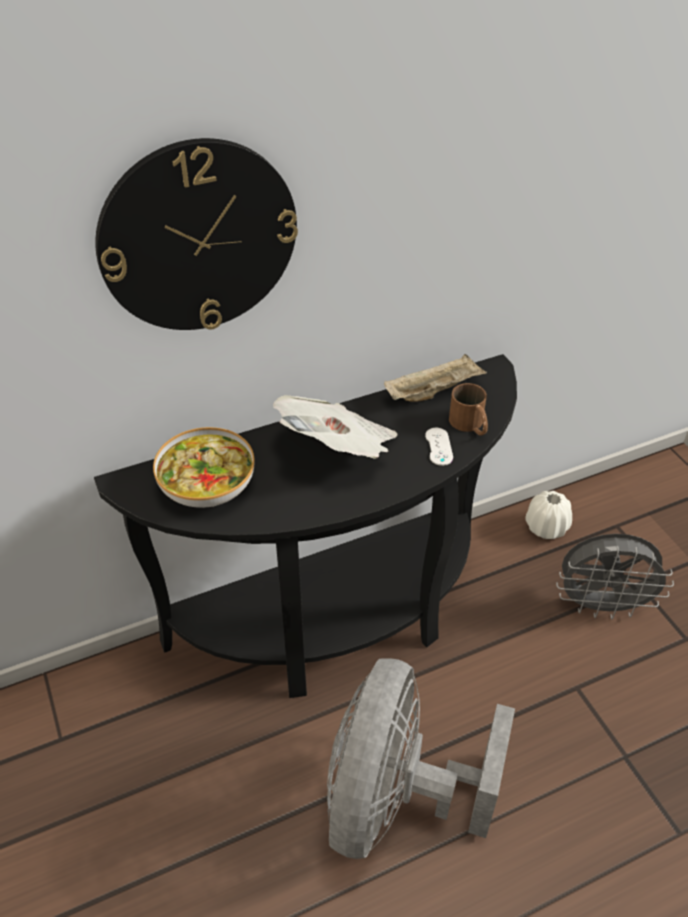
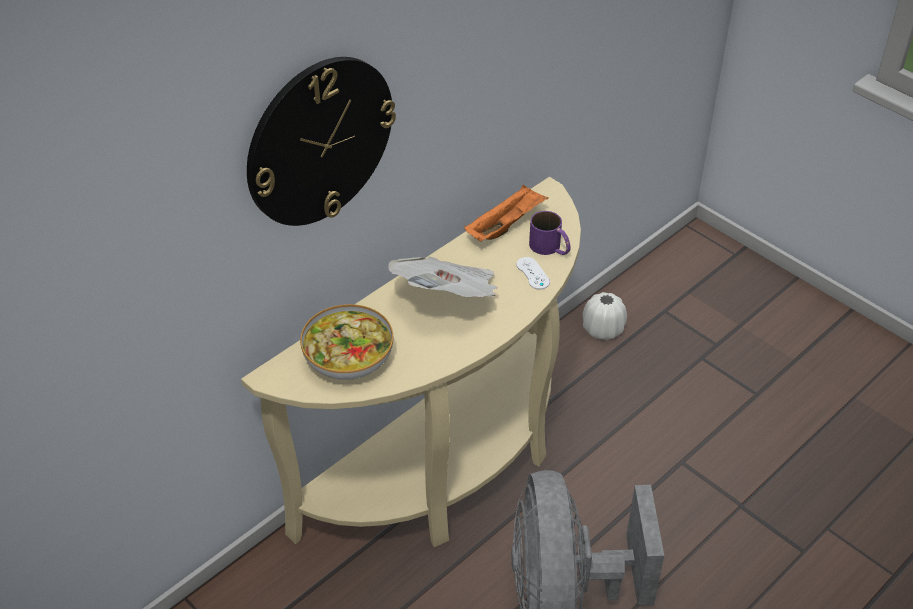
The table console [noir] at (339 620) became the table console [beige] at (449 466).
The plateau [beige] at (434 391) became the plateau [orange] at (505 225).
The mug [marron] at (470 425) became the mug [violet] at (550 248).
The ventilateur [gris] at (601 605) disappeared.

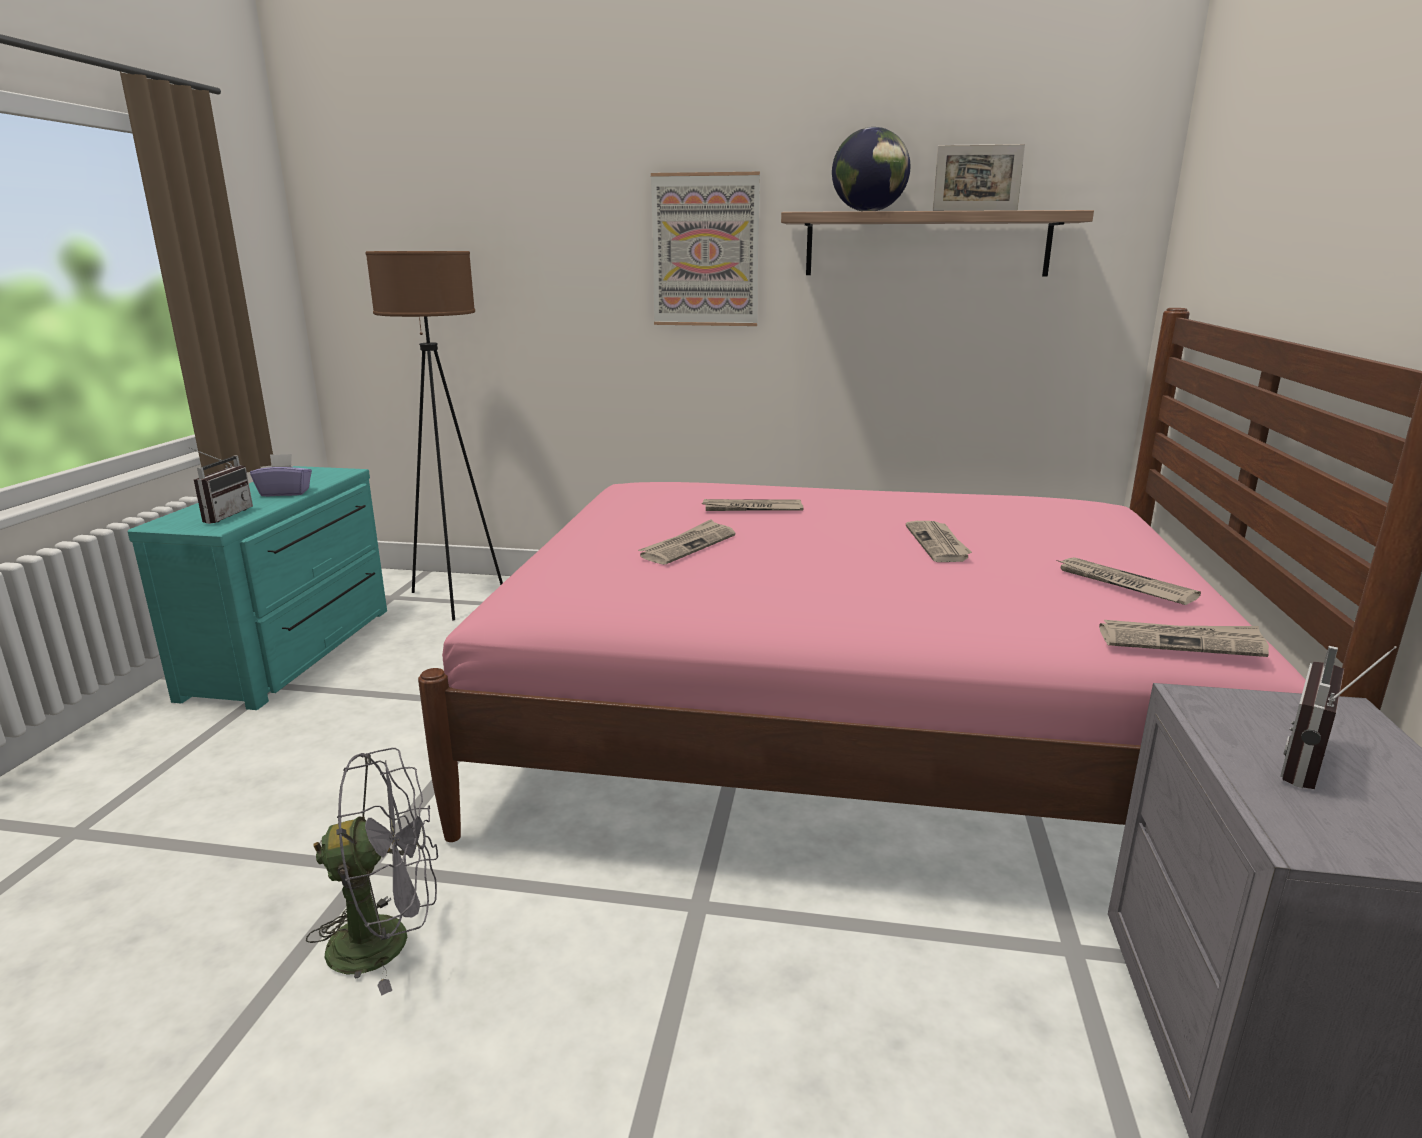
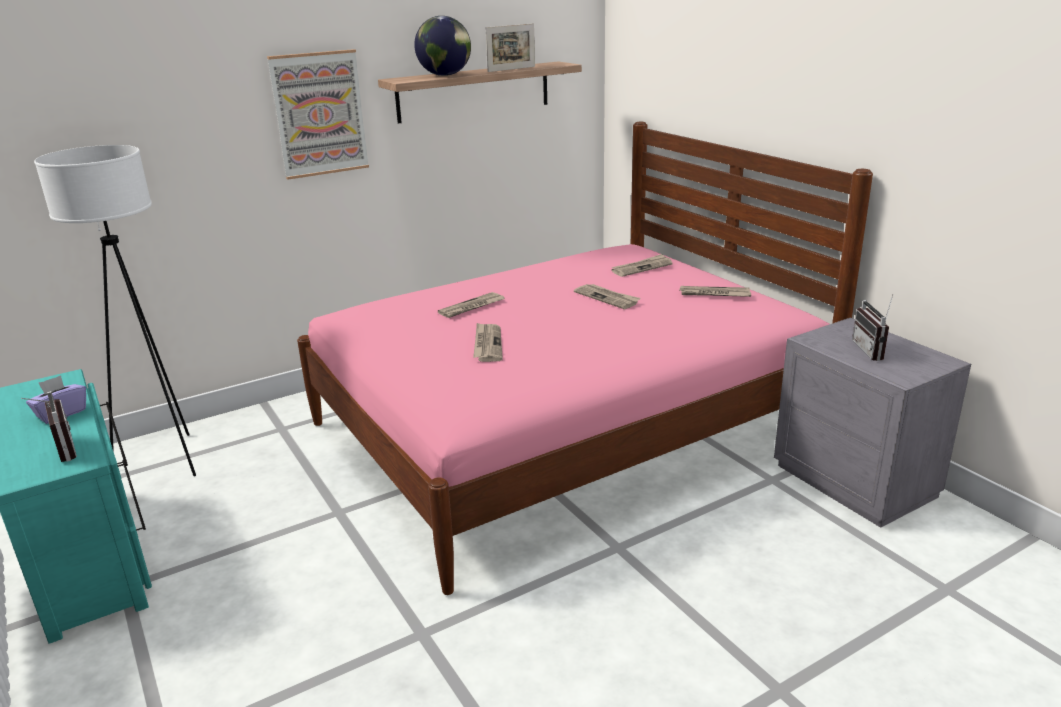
The lampadaire [marron] at (456 599) became the lampadaire [blanc] at (166 460).
The journal moved from (1181 642) to (642 267).
The ventilateur [gris] at (387 940) disappeared.

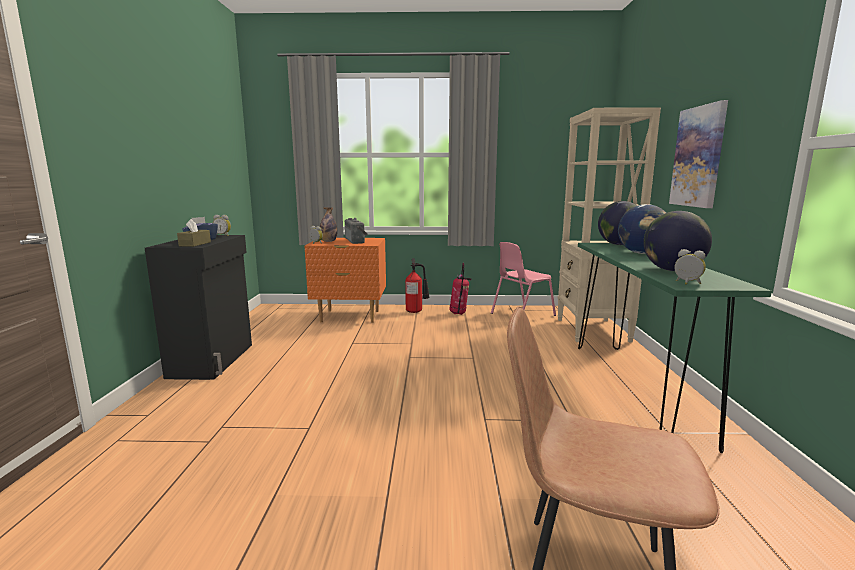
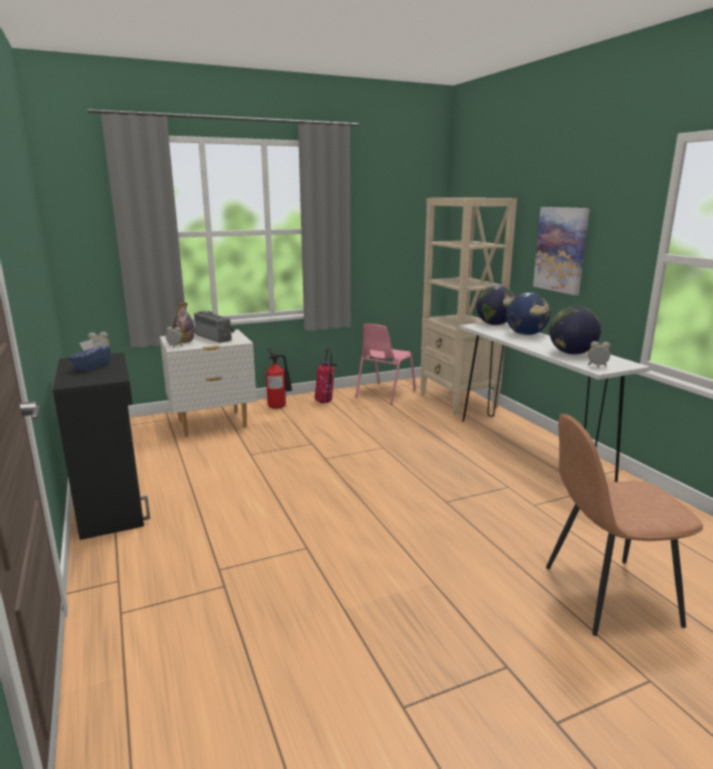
The table de chevet [orange] at (350 316) became the table de chevet [blanc] at (212 424).
The table console [vert] at (634 389) became the table console [blanc] at (530 450).
The boîte à mouchoirs [marron] at (195 244) disappeared.

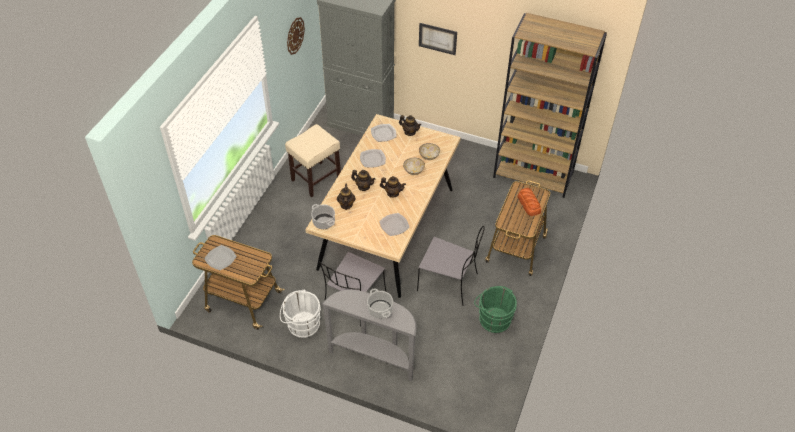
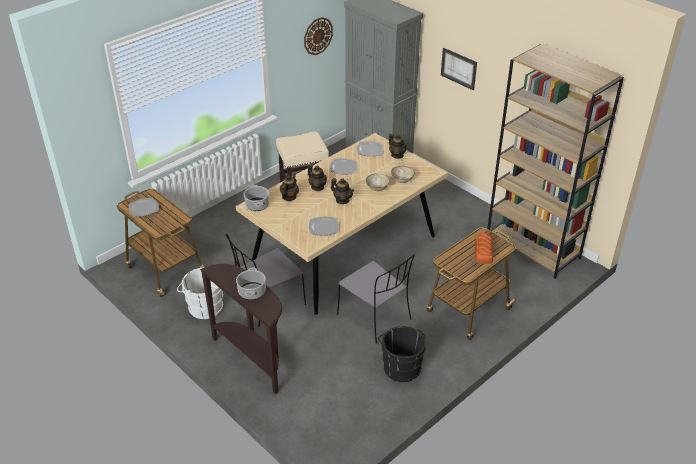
The table console [gris] at (374 357) became the table console [marron] at (253 358).
The seau [vert] at (493 319) became the seau [noir] at (401 366).

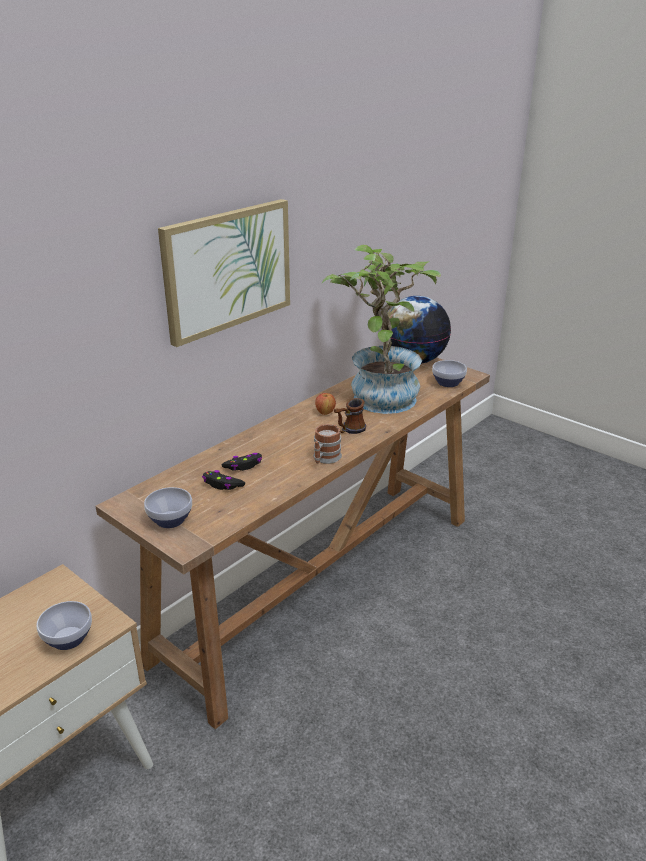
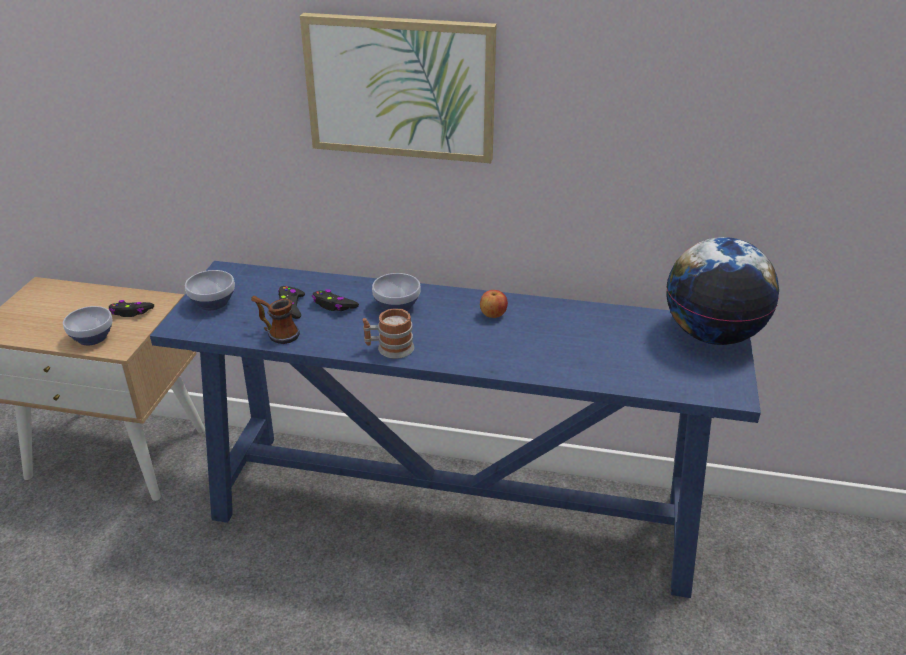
The manette [noir] at (131 312) appeared.
The table console [marron] at (324 583) became the table console [bleu] at (455 510).
The mug moved from (349 430) to (277 333).
The bol moved from (449 383) to (398 306).
The plante en pot at (379 394) disappeared.

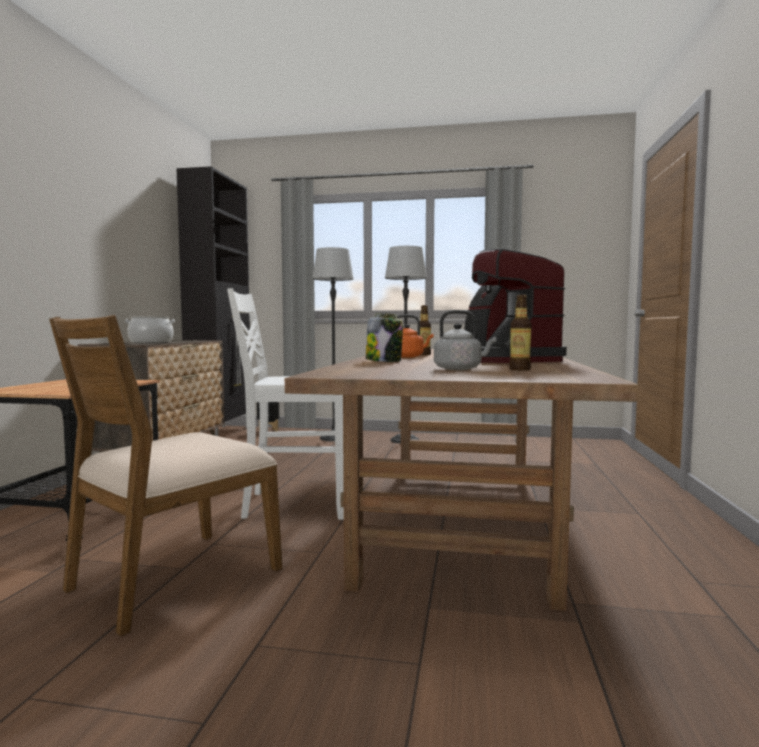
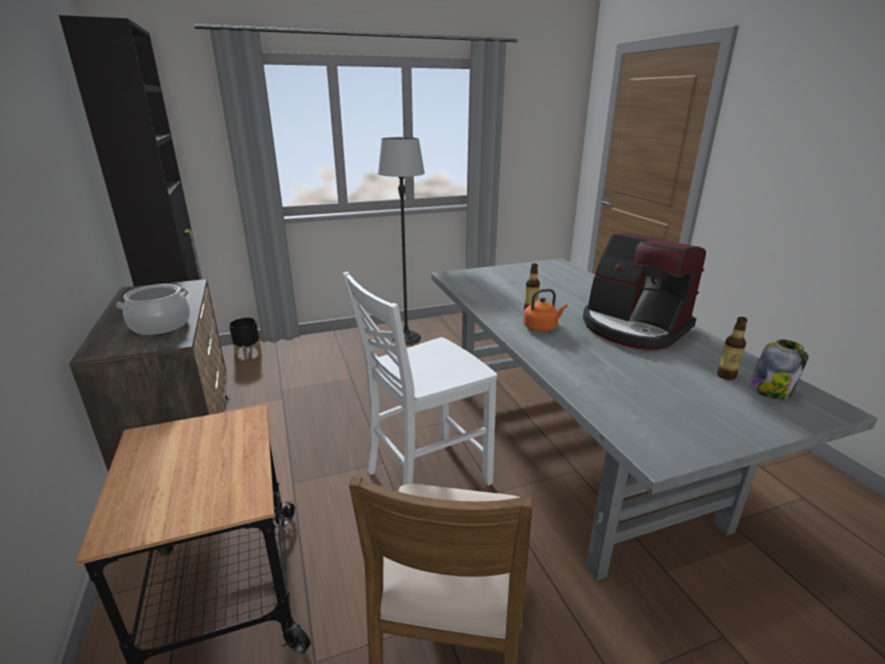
The table à manger [marron] at (457 519) became the table à manger [gris] at (570 448).
The bocal moved from (384 361) to (770 390).
The lampadaire at (334 438) disappeared.
The bouilloire [gris] at (460 369) disappeared.

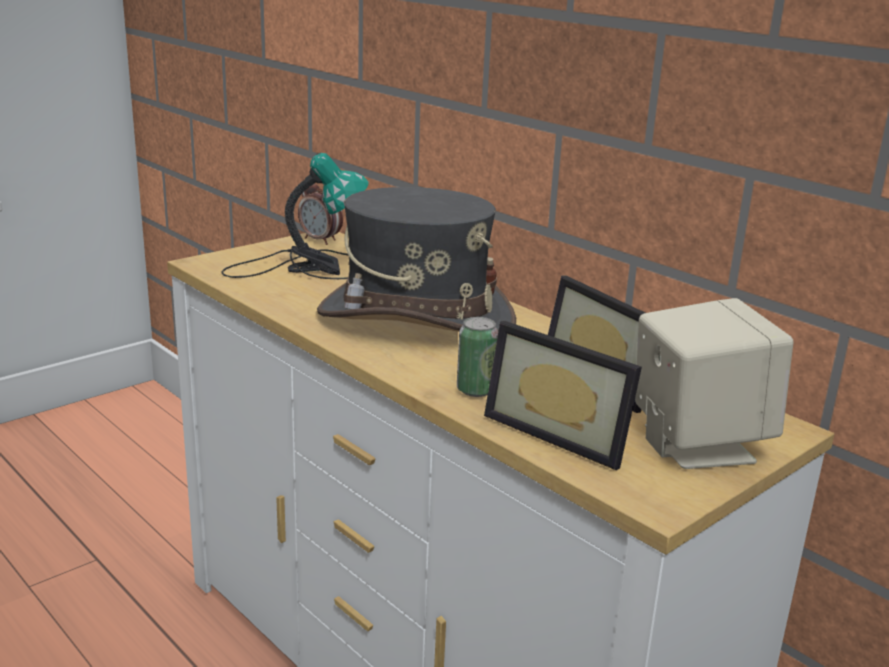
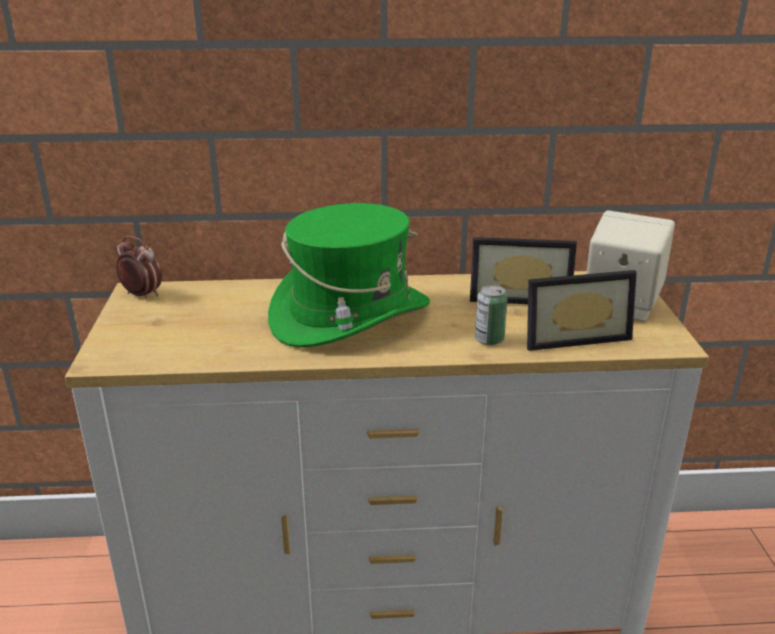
The réveil at (321 240) turned 135 degrees counterclockwise.
The chapeau [gris] at (415 317) became the chapeau [vert] at (350 316).
The lampe de table at (308 267) disappeared.

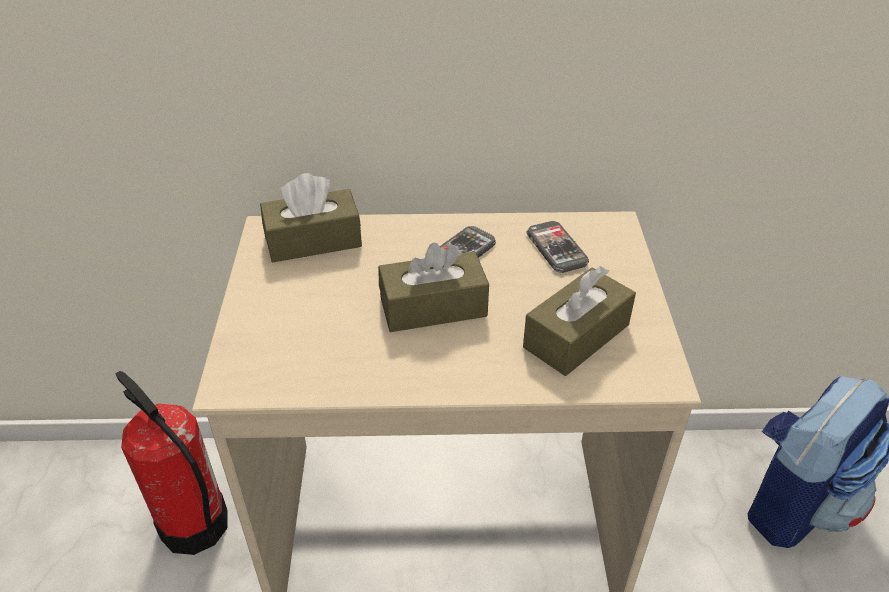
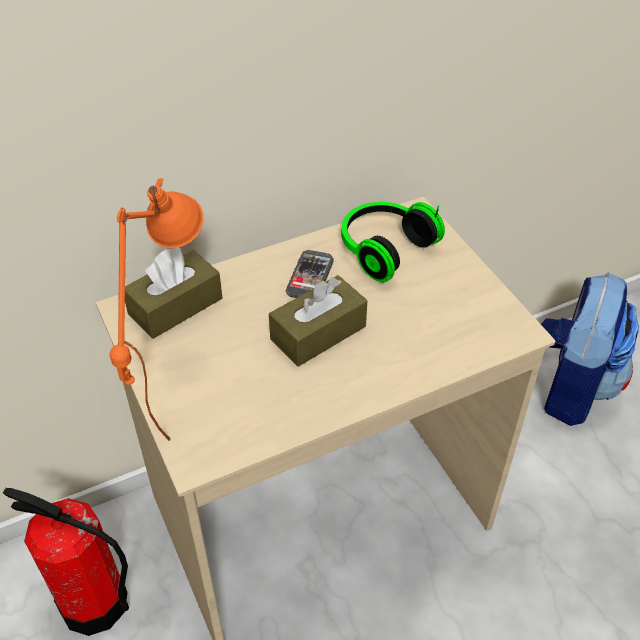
The lampe de table [orange] at (173 391) appeared.
The téléphone at (556 248) was replaced by the casque audio at (383 249).
The boîte à mouchoirs [marron] at (576 336) disappeared.

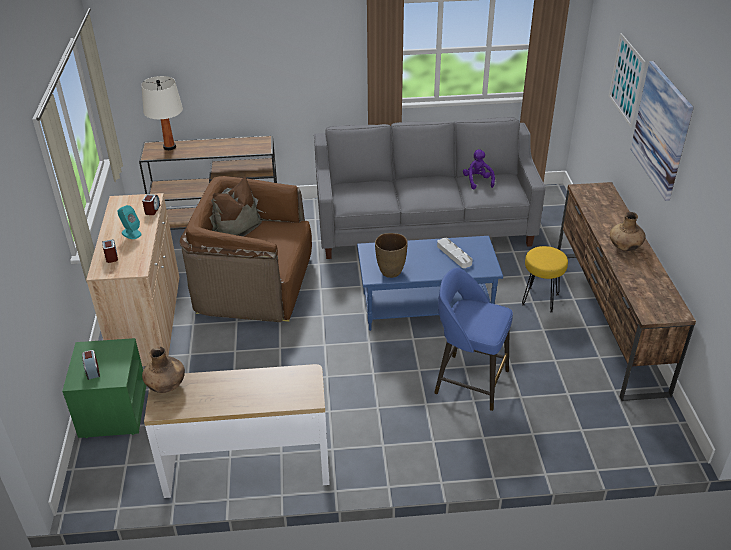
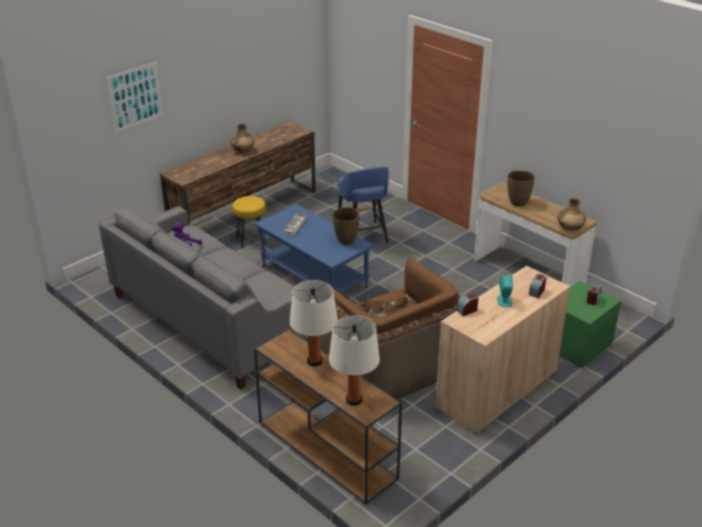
The lampe de table [blanc] at (314 361) appeared.
The vase [marron] at (518 202) appeared.
The tableau at (661 130) disappeared.

